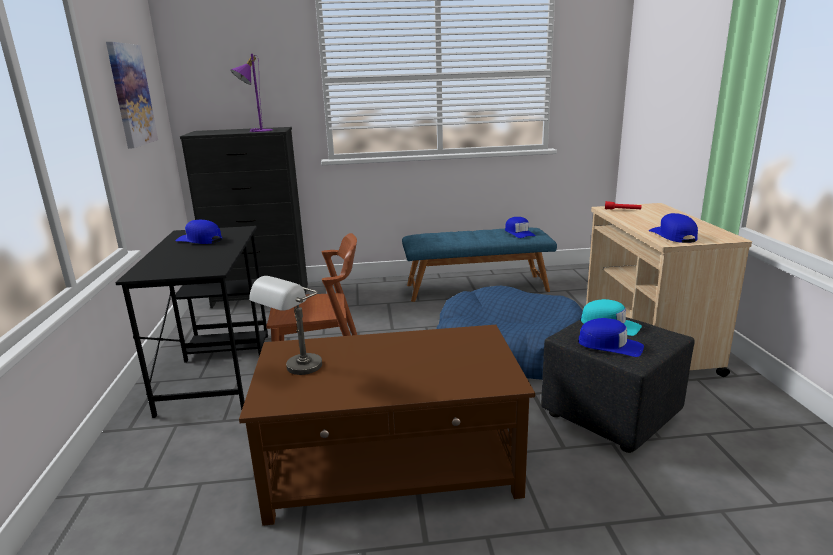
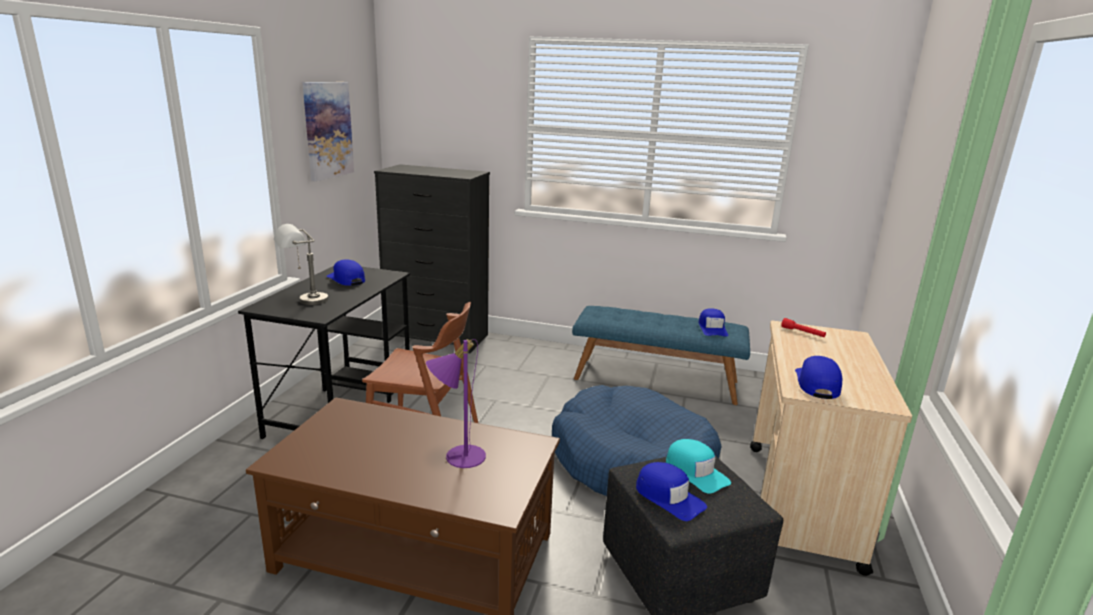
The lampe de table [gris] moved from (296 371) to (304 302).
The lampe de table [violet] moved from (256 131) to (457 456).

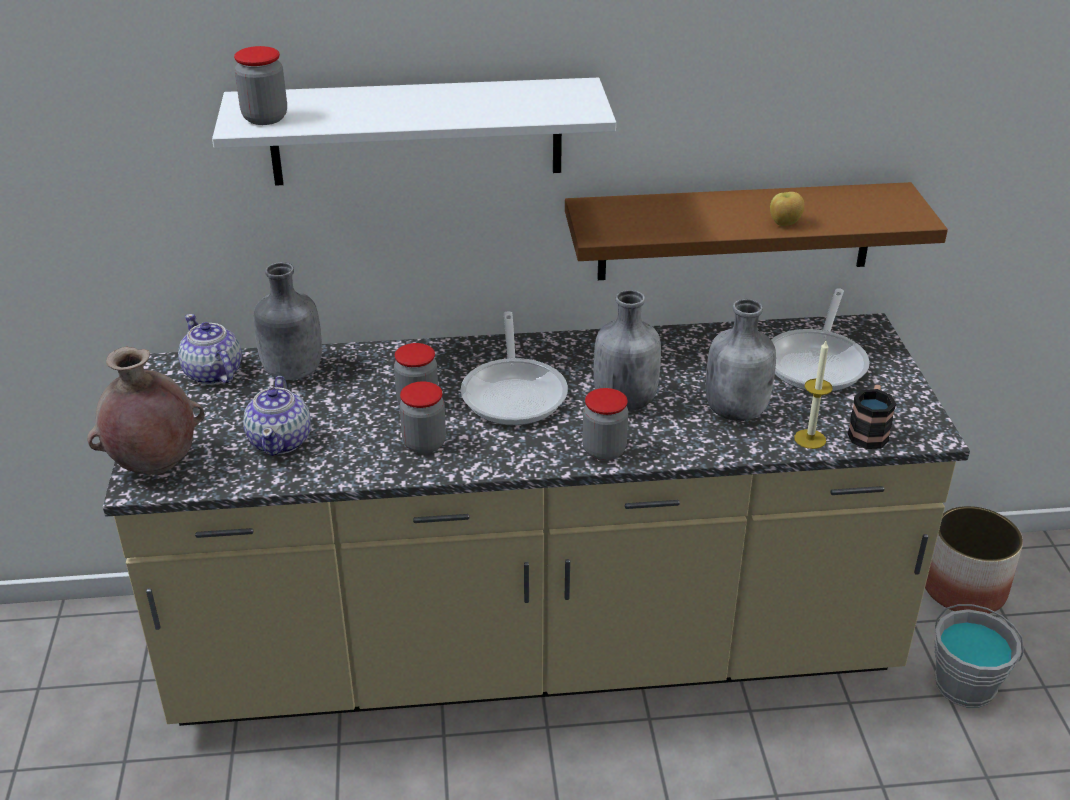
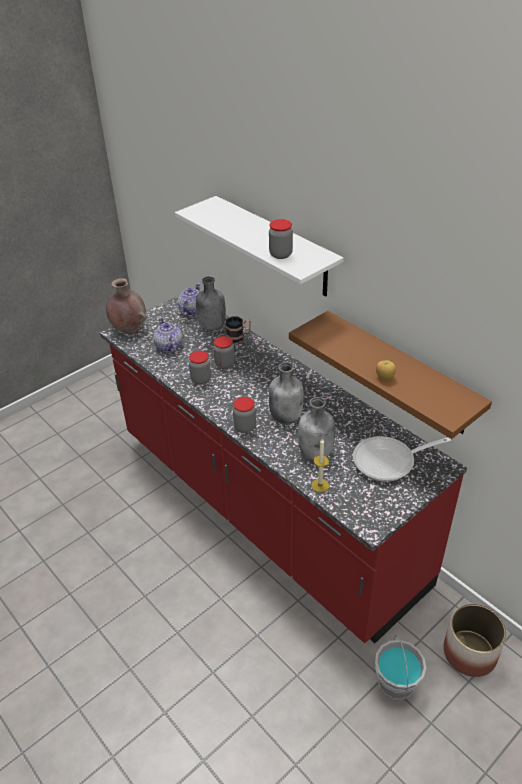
The comptoir de cuisine [beige] at (535 649) became the comptoir de cuisine [rouge] at (264 508).
The théière at (281 441) turned 105 degrees clockwise.
The mug moved from (869 431) to (239 336).
The bocal moved from (265 118) to (280 254).
The poêle at (515 392) disappeared.

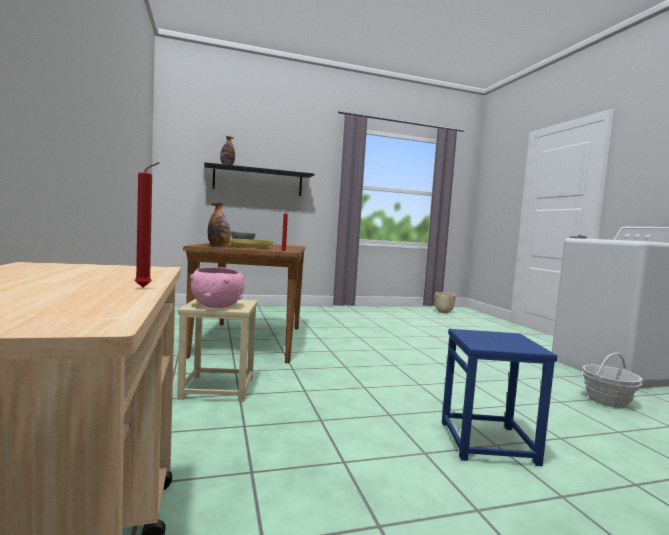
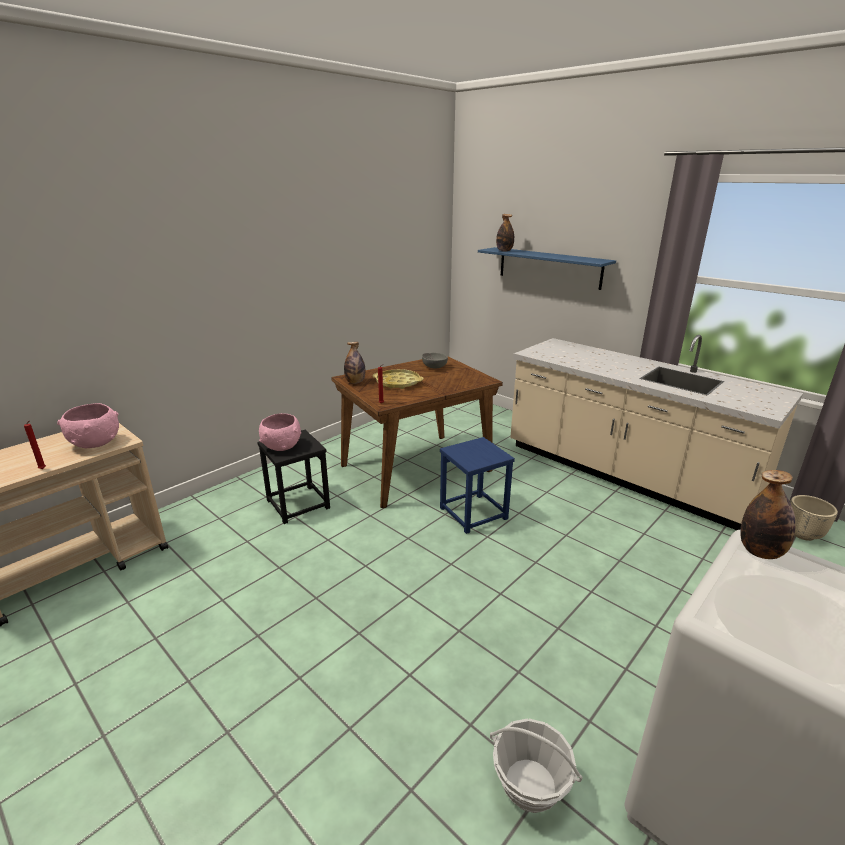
The bol [rose] at (95 443) appeared.
The tabouret [beige] at (217 388) became the tabouret [noir] at (297 504).
The tabouret [bleu] moved from (488 442) to (473 513).
The étagère [noir] at (258 181) became the étagère [bleu] at (549 267).
The comptoir de cuisine [beige] at (624 475) appeared.
The bouteille at (760 552) appeared.

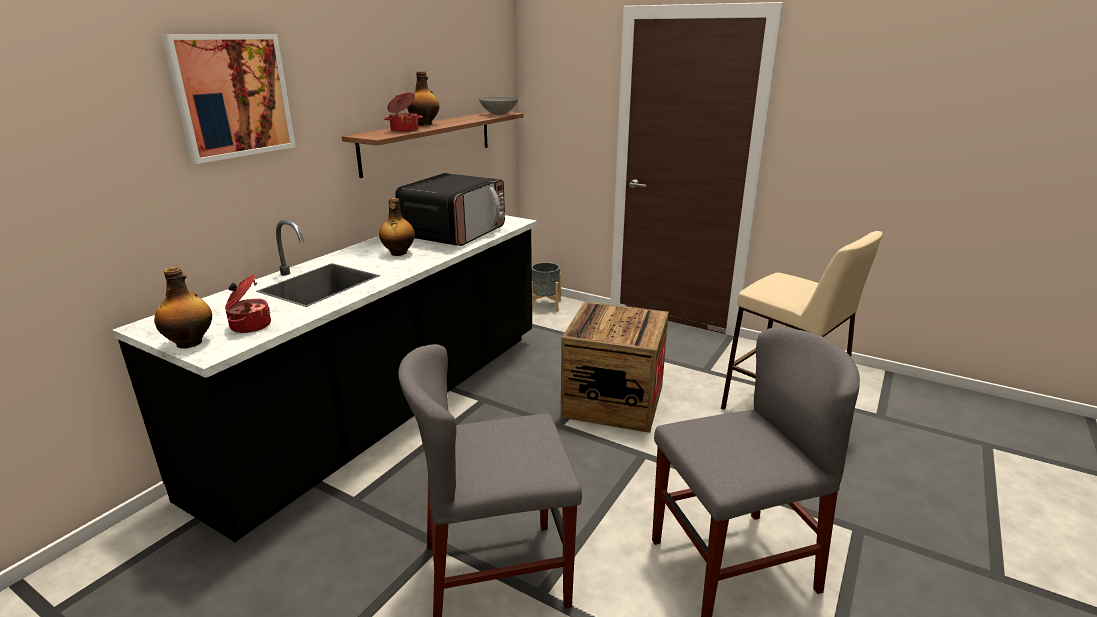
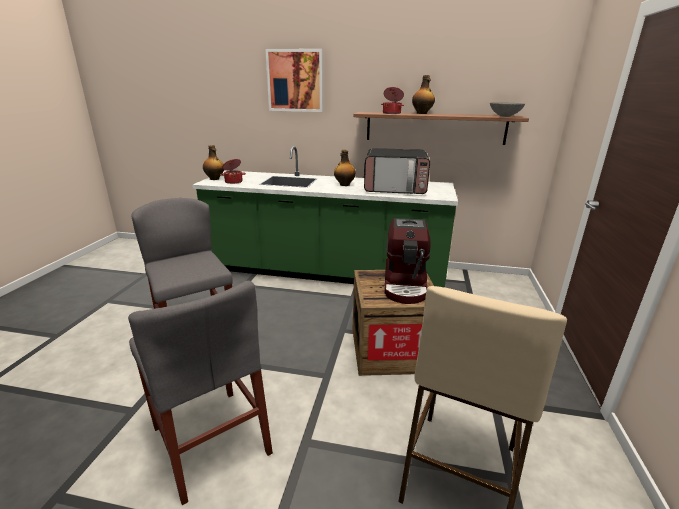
The comptoir de cuisine [noir] at (390 407) became the comptoir de cuisine [vert] at (325 272).
The machine à café at (405 285) appeared.
The cache-pot [gris] at (545 305) disappeared.

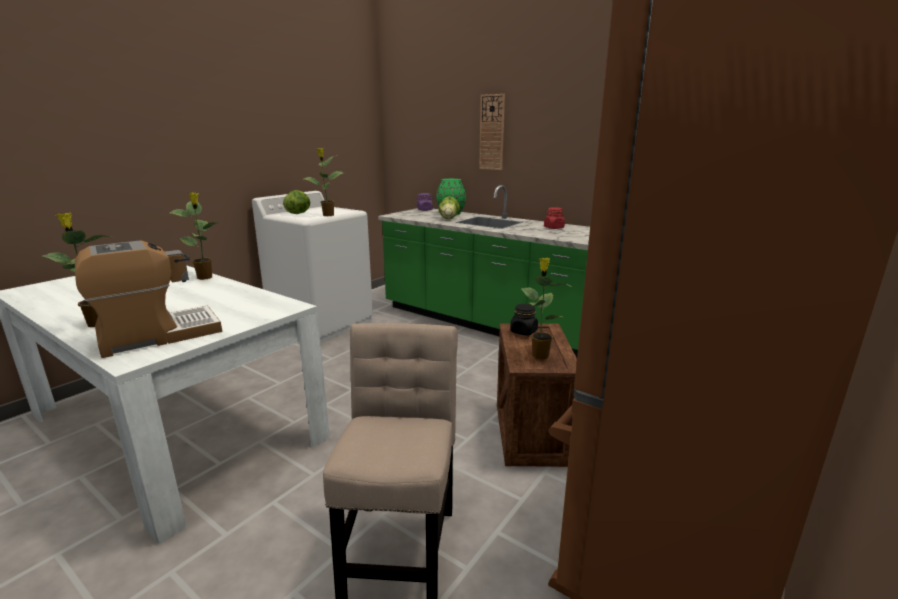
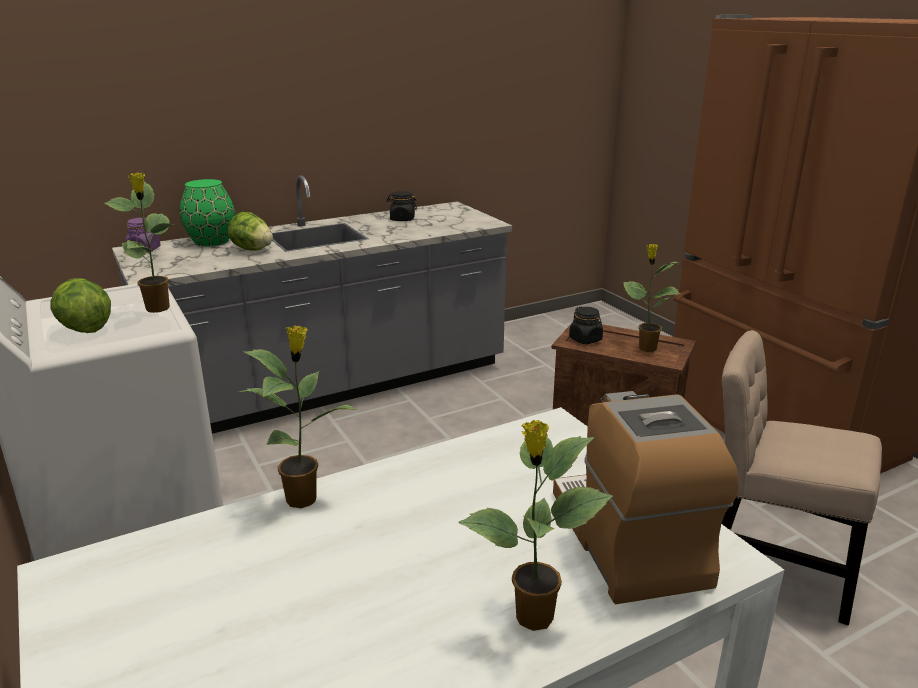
The comptoir de cuisine [vert] at (488 324) became the comptoir de cuisine [gris] at (333 387).
The bocal [rouge] at (553 227) became the bocal [noir] at (402 219).
The horloge murale at (492 132) disappeared.

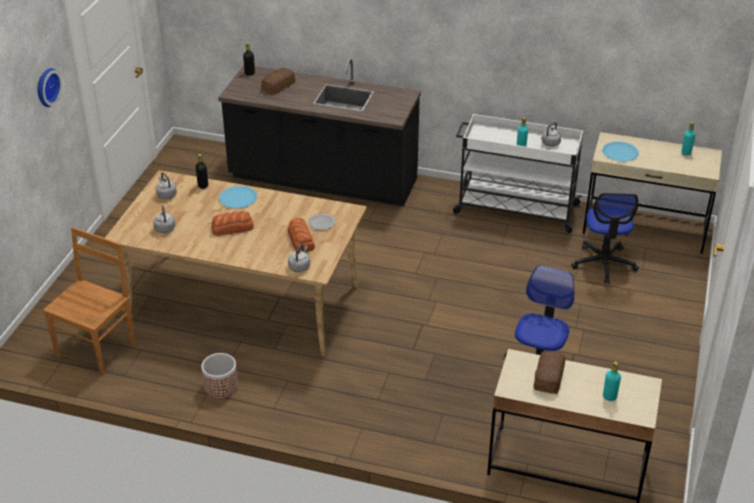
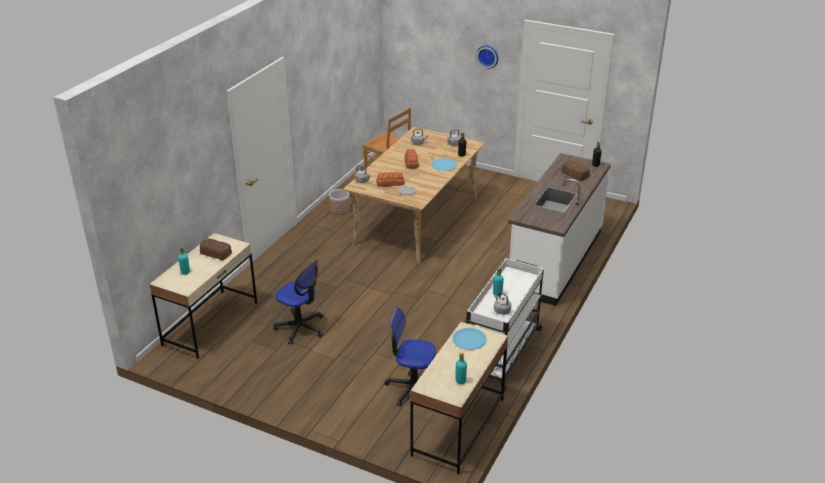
The comptoir de cuisine [noir] at (323 181) became the comptoir de cuisine [blanc] at (554 260).

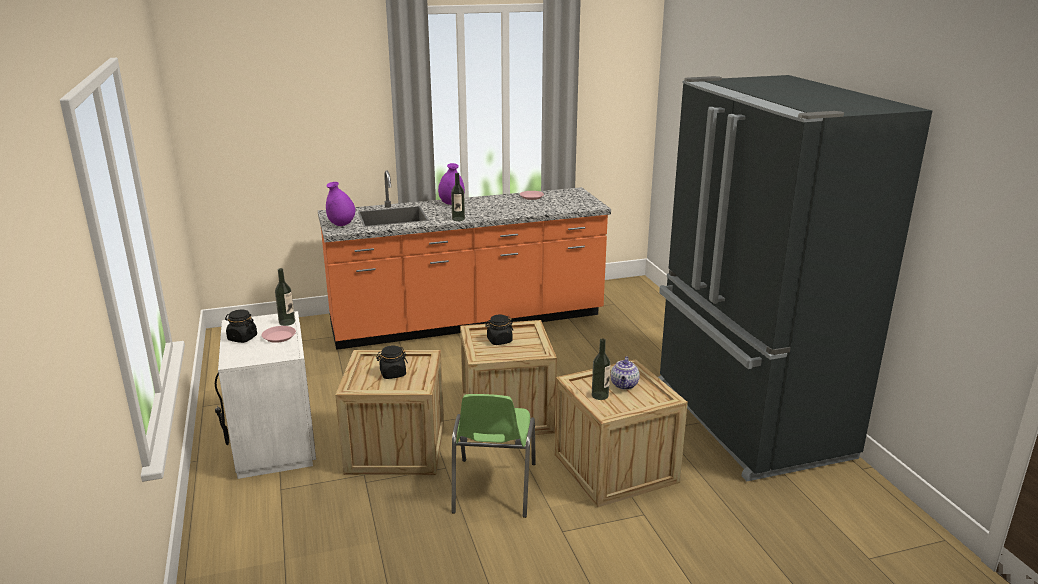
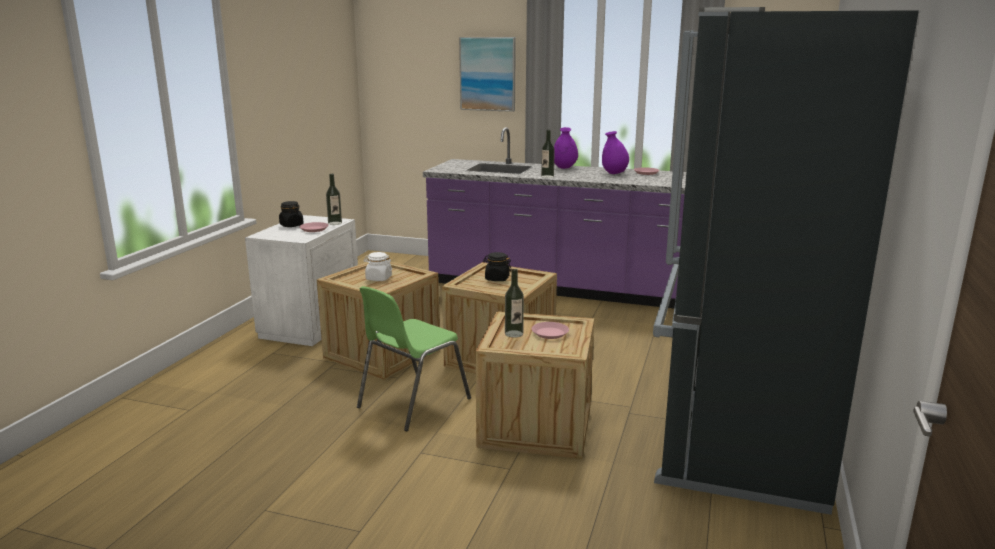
The bocal [noir] at (392 374) became the bocal [blanc] at (378 278).
The comptoir de cuisine [orange] at (467 322) became the comptoir de cuisine [violet] at (563 288).
The tableau at (488 74) appeared.
The théière at (624 385) was replaced by the assiette [rose] at (550 333).
The vase [violet] moved from (341 224) to (614 173).

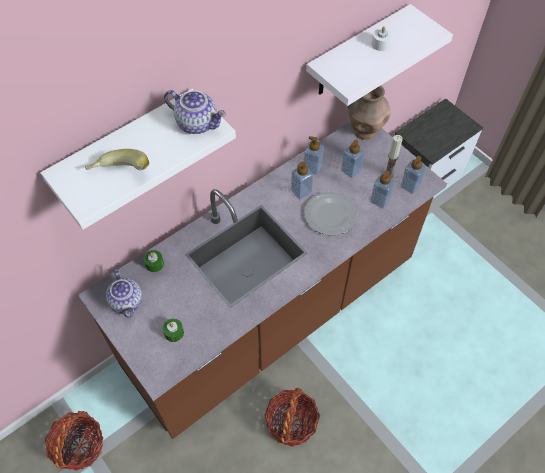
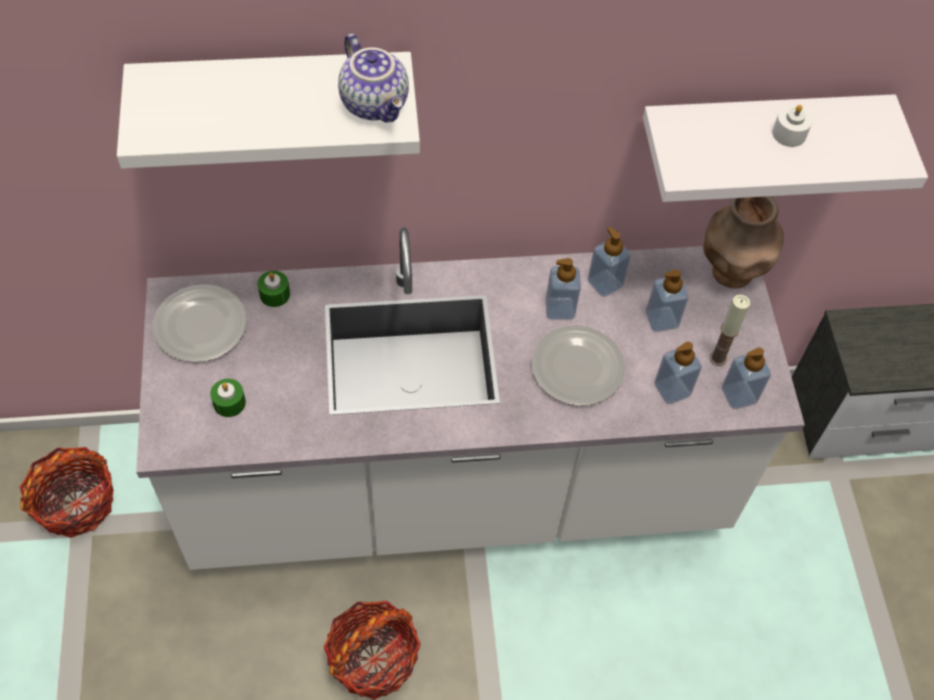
The comptoir de cuisine [marron] at (272 316) became the comptoir de cuisine [blanc] at (457 489).
The théière at (128 302) was replaced by the assiette at (202 325).
The banane at (120 175) disappeared.

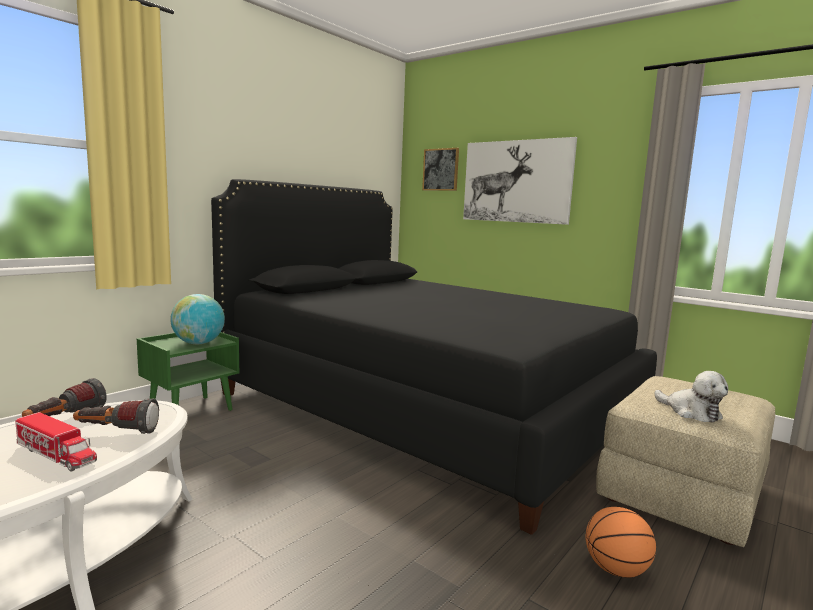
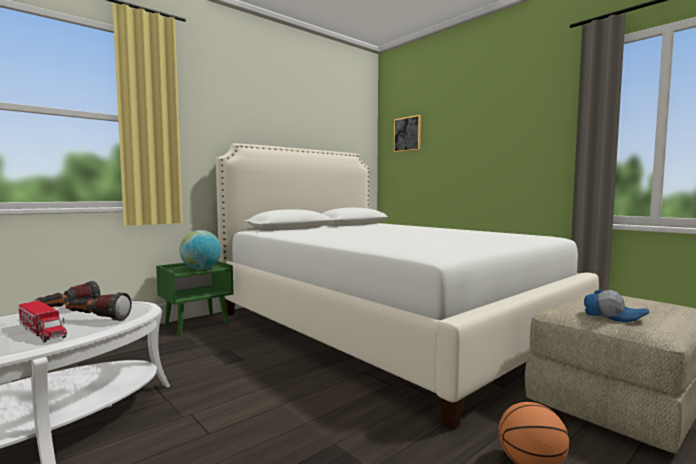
The lit [noir] at (426 406) became the lit [blanc] at (387 325).
The peluche at (691 412) was replaced by the casquette at (614 316).
The tableau at (516 181) disappeared.

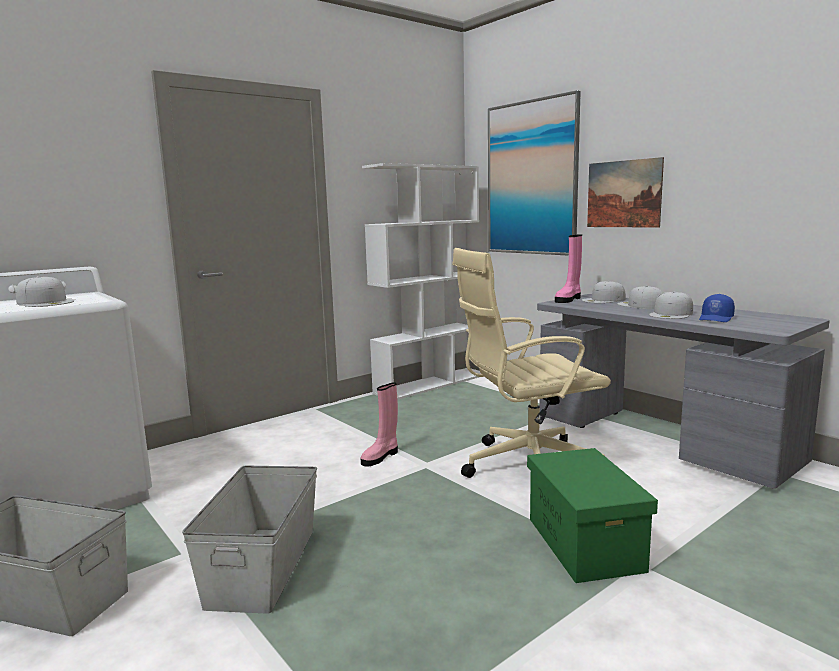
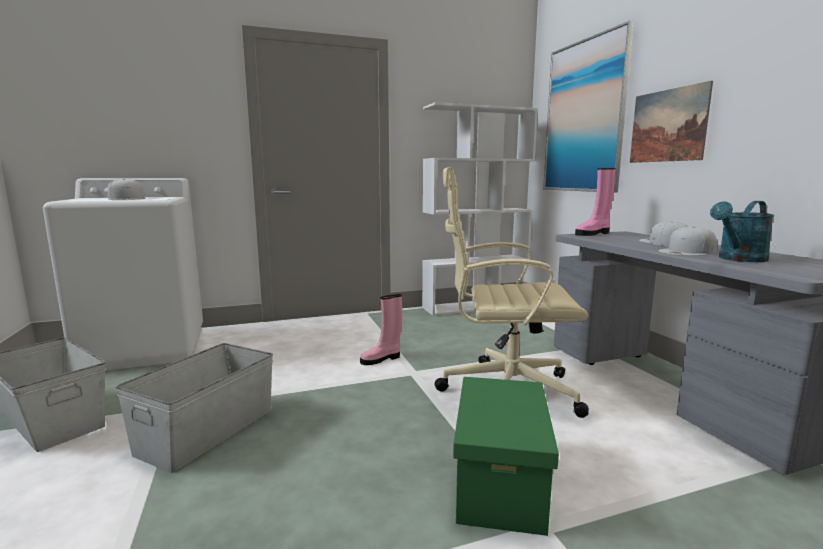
The casquette [bleu] at (716 318) was replaced by the arrosoir [turquoise] at (738 259).
The casquette [blanc] at (603 300) disappeared.

